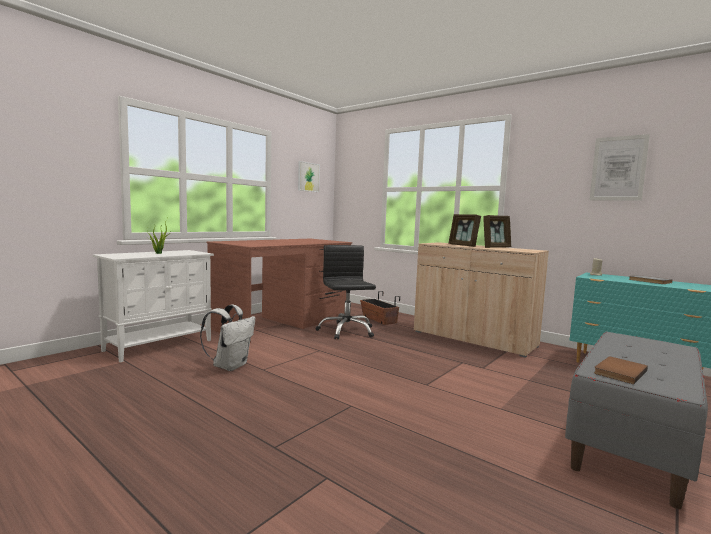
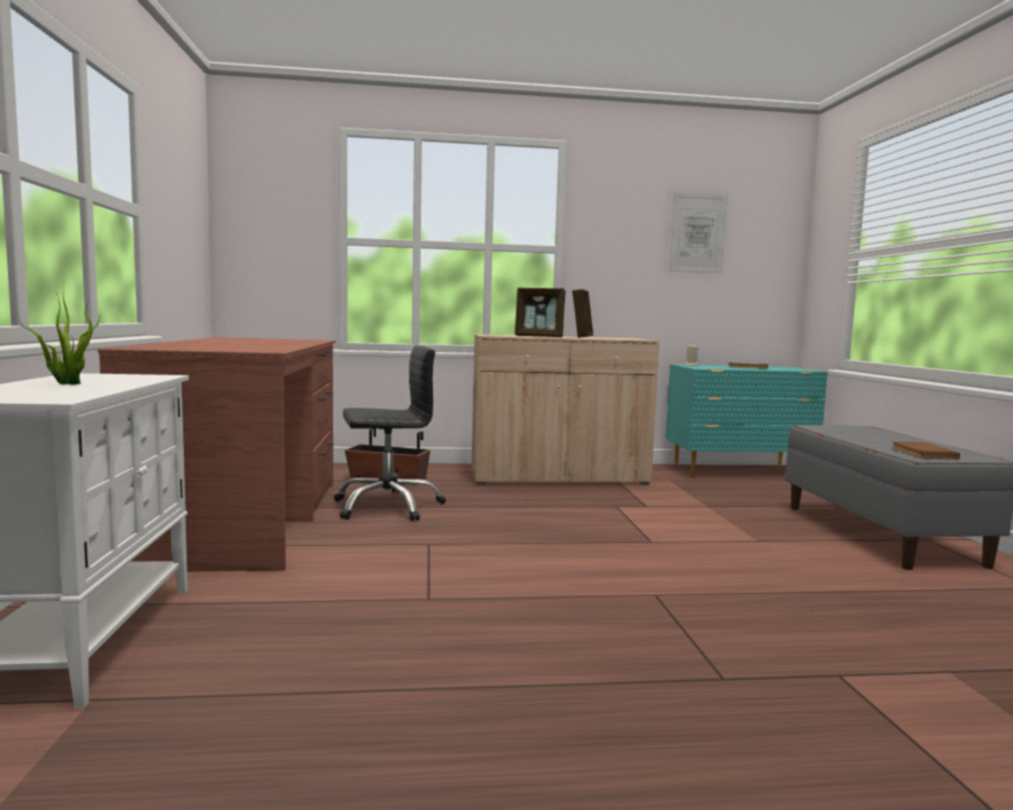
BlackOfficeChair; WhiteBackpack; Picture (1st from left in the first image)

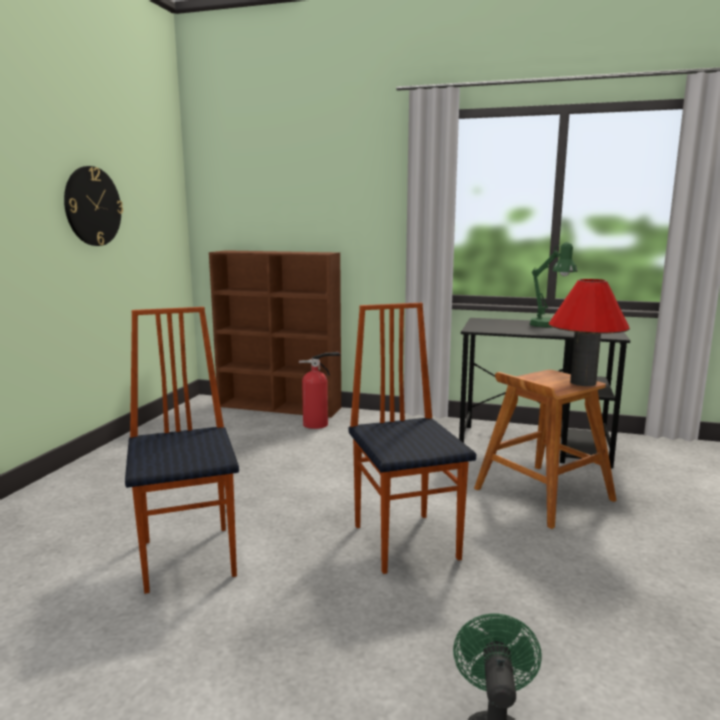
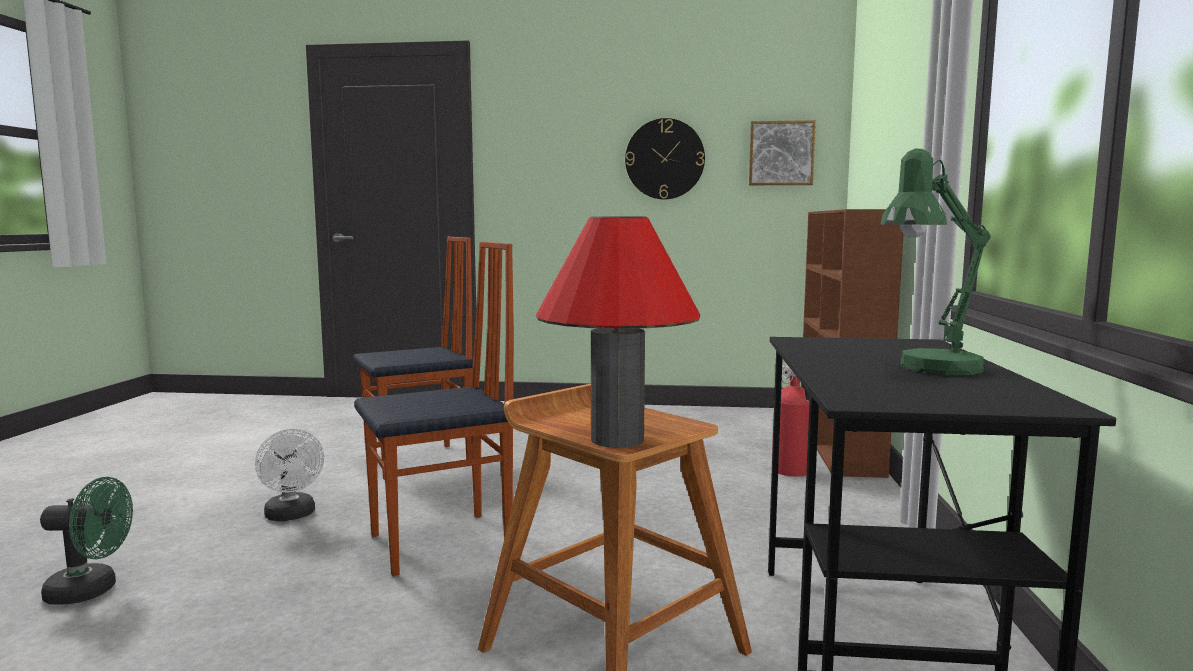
WhiteFan; Picture

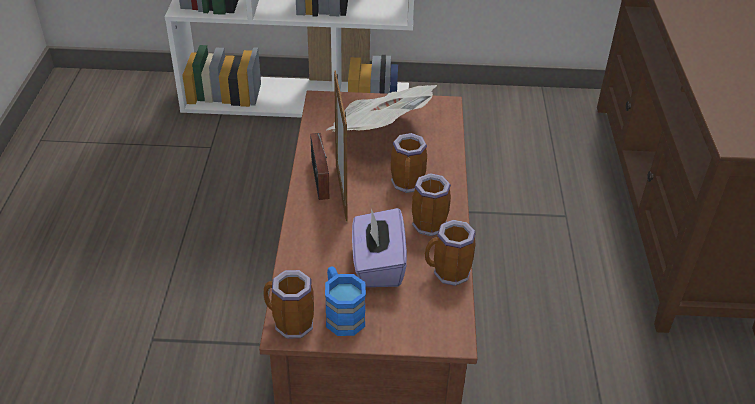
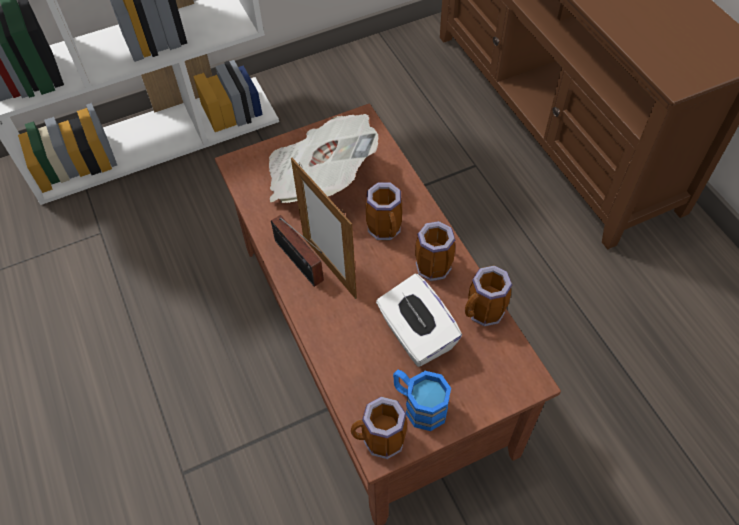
WhiteTissueBox

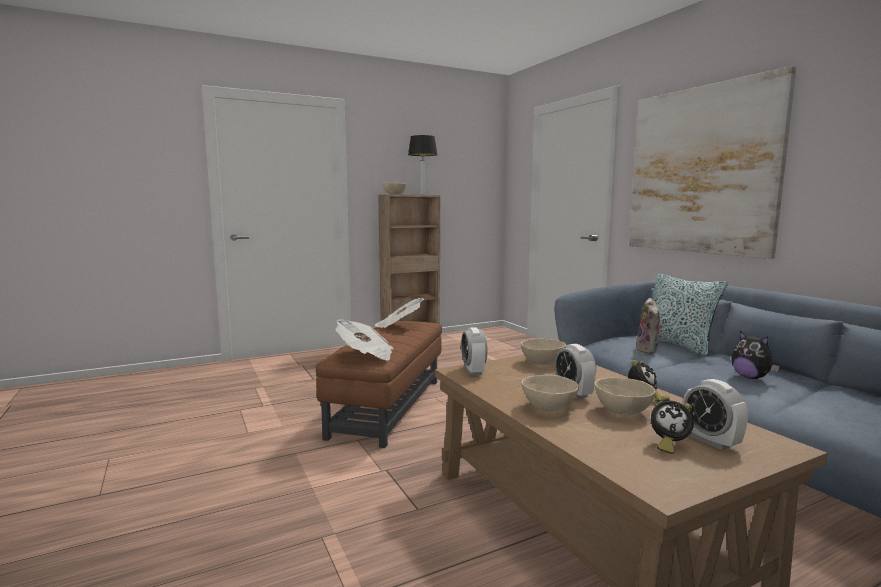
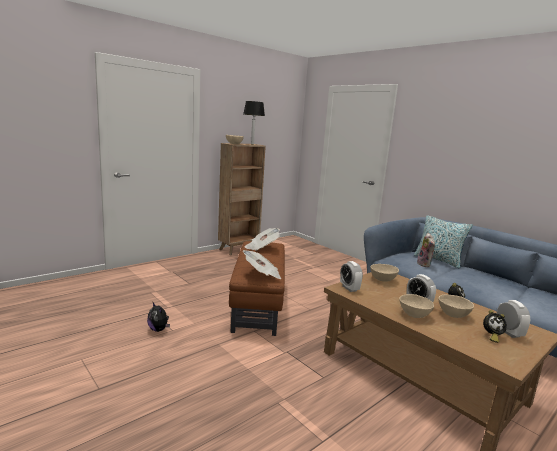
PlushToy (1st from left); AlarmClock (5th from left); Picture

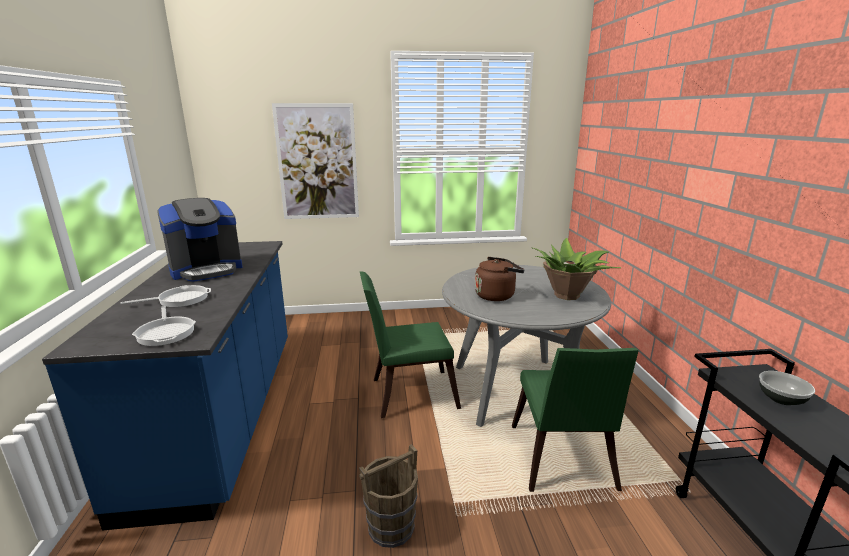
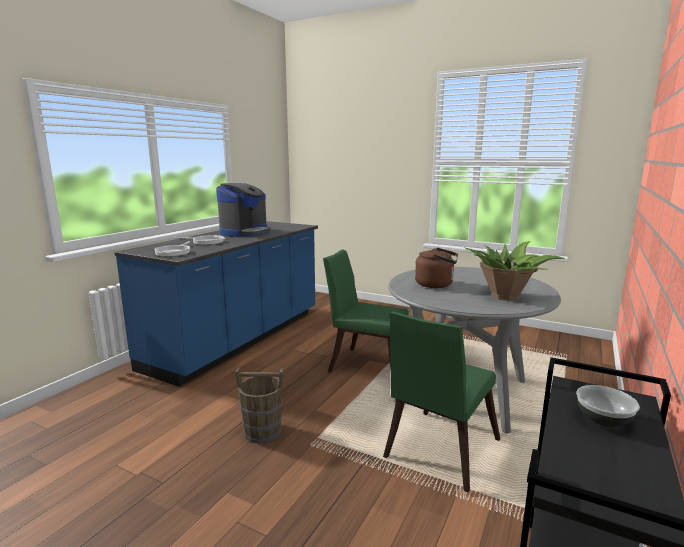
CoffeeMachine; Picture

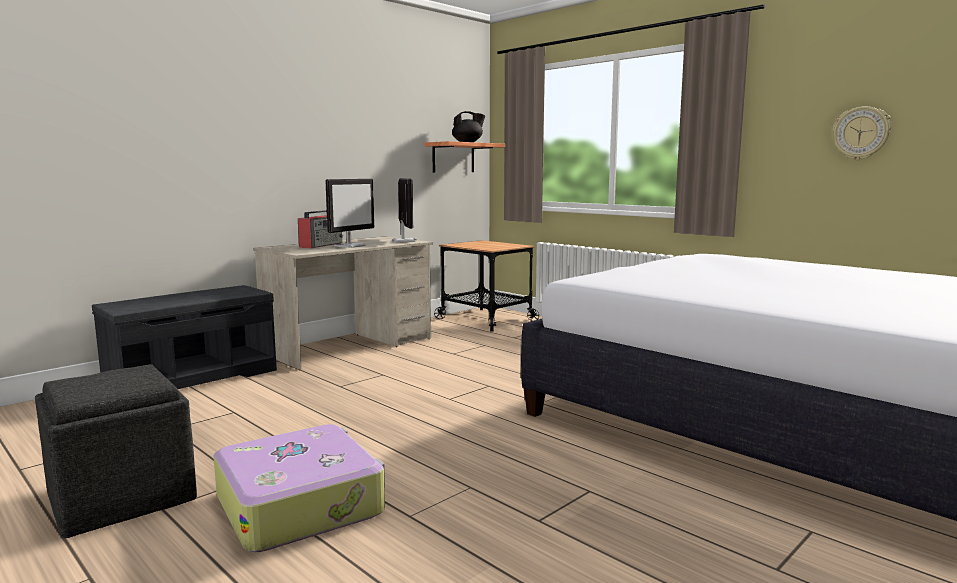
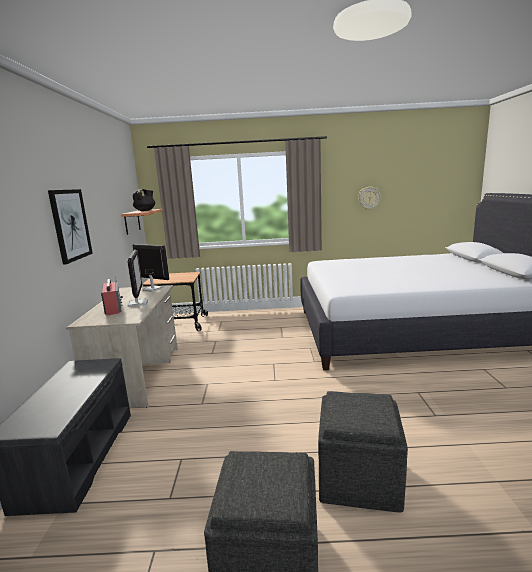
Picture; GreyOttoman (2nd from left)

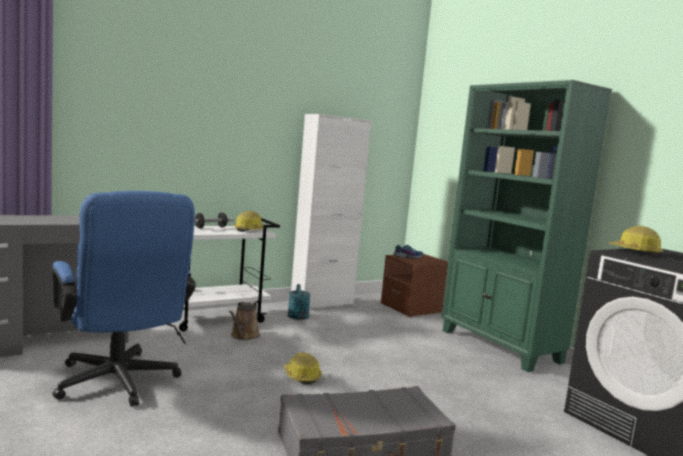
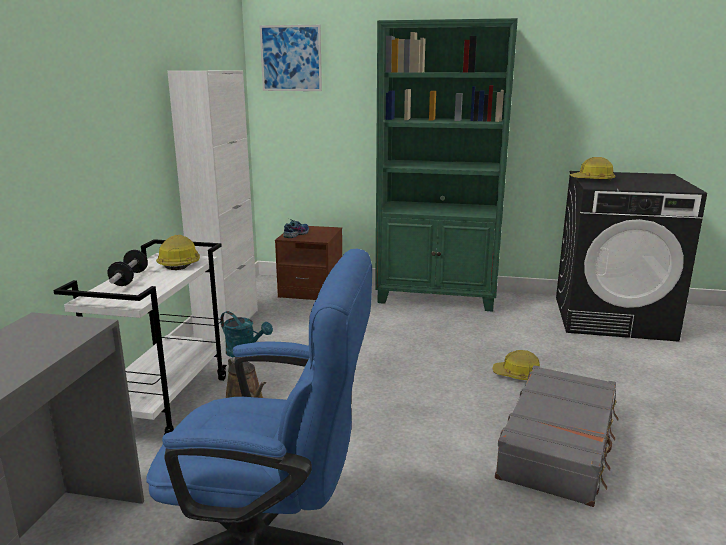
Picture; HardHat (2nd from left)

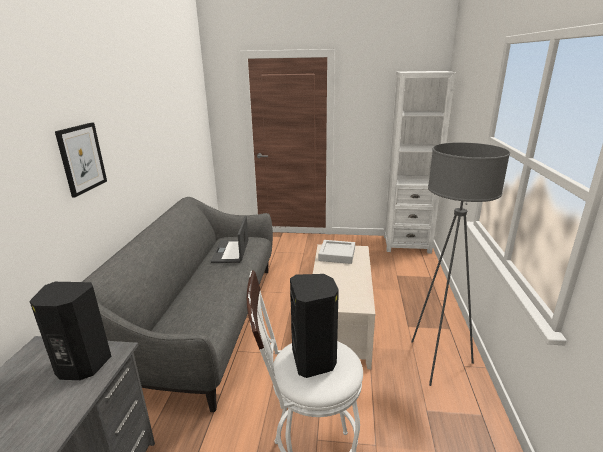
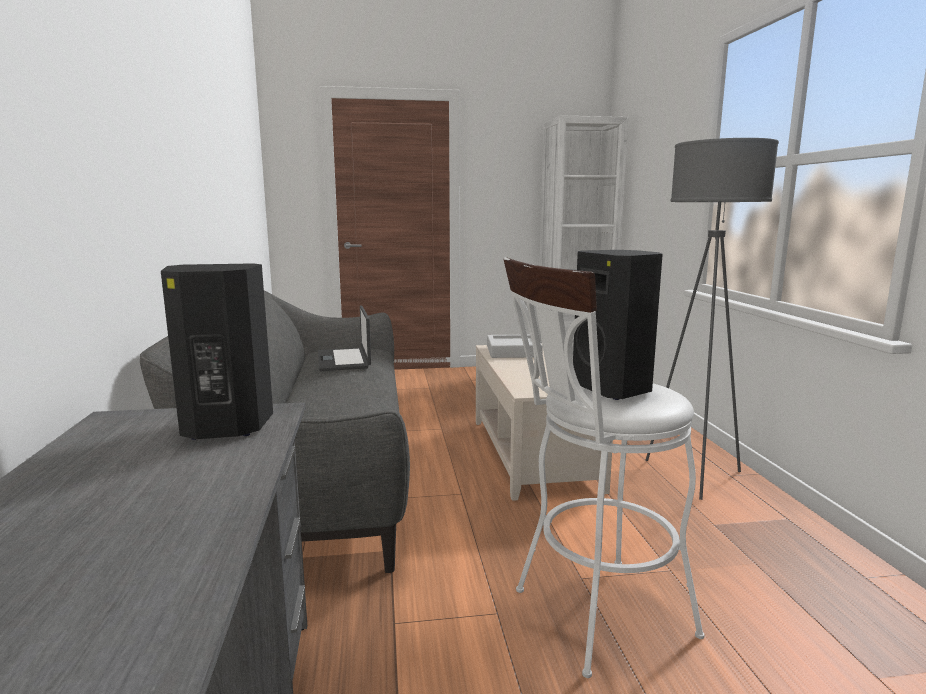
Picture

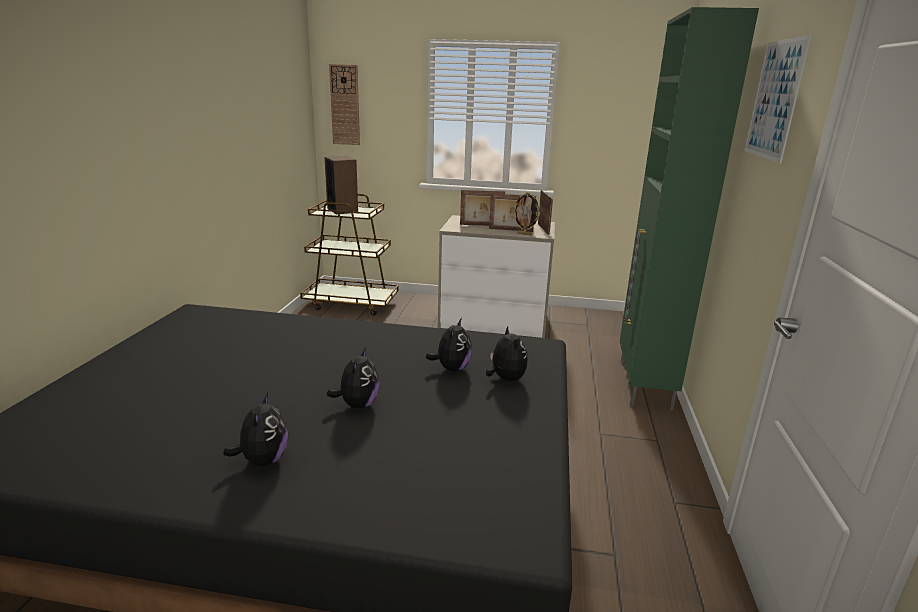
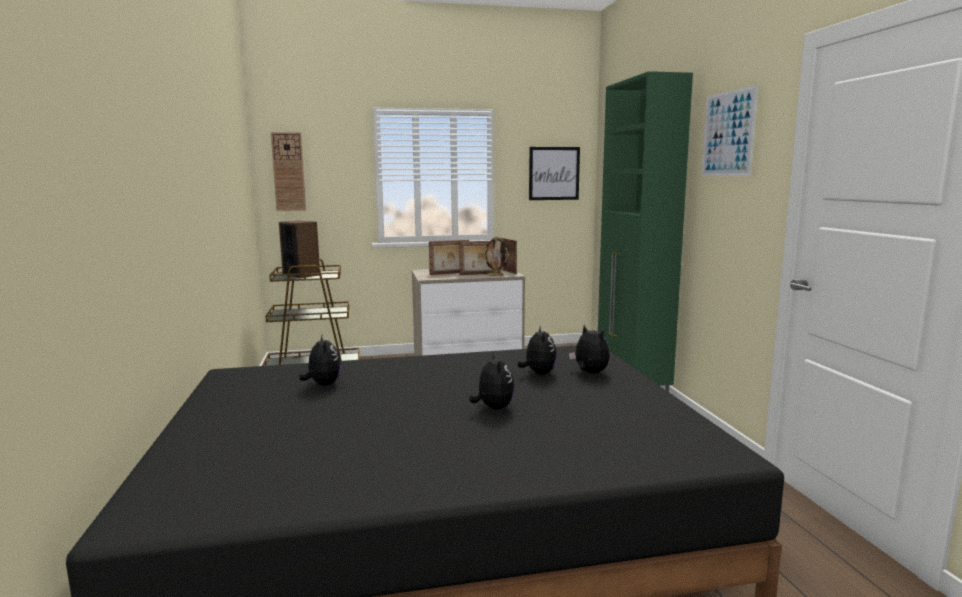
PlushToy (1st from left); Picture (1st from left)

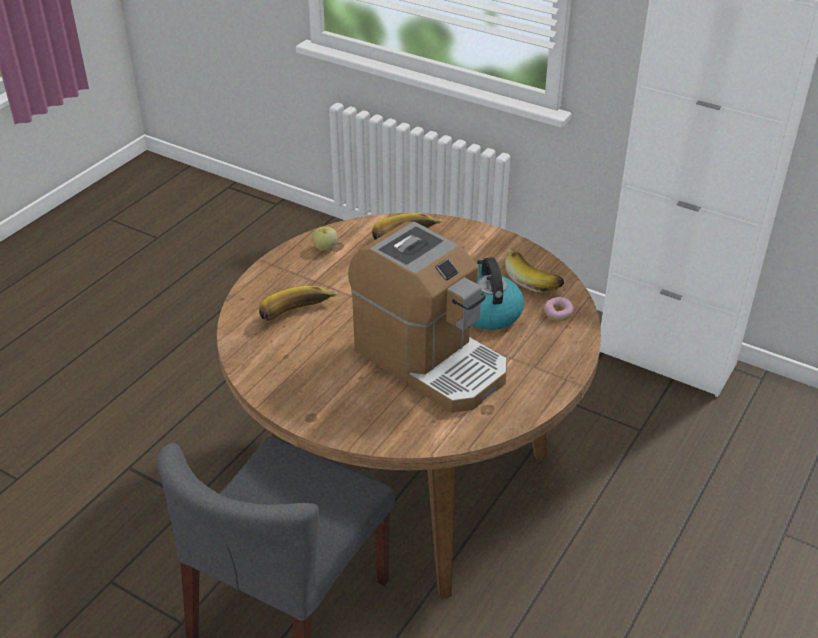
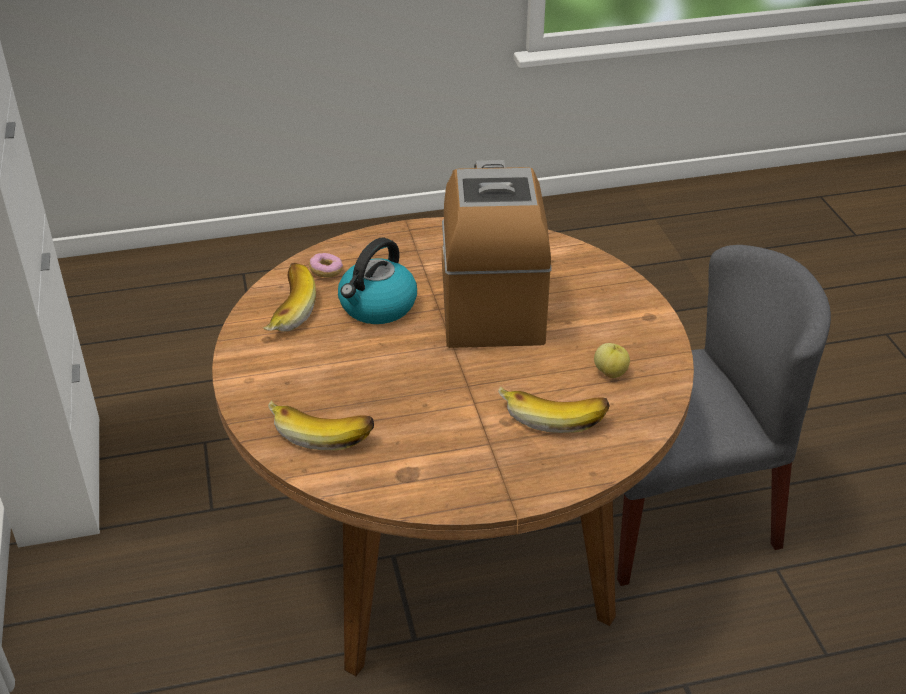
Apple

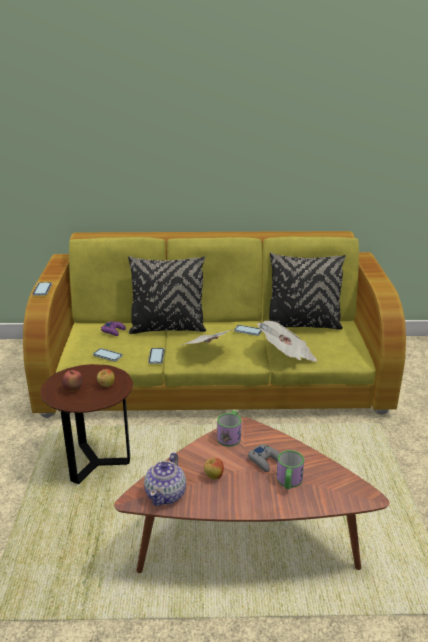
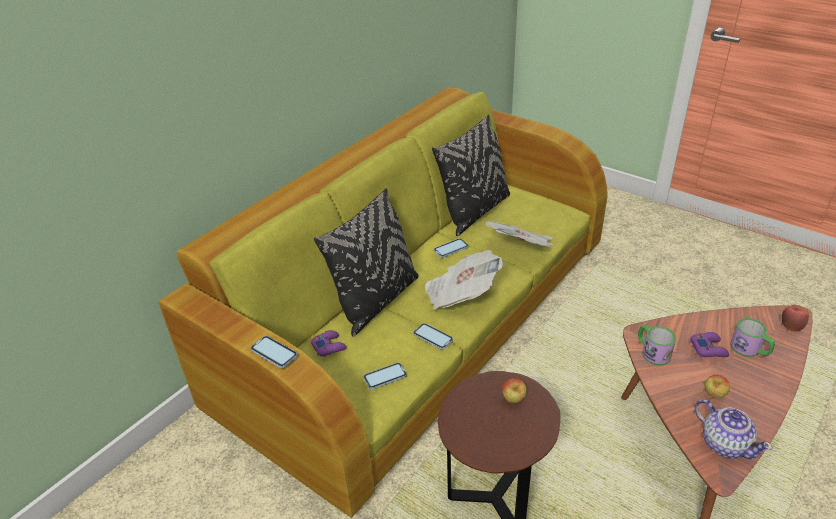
PurpleGameController (2nd from left); Apple (3rd from left)

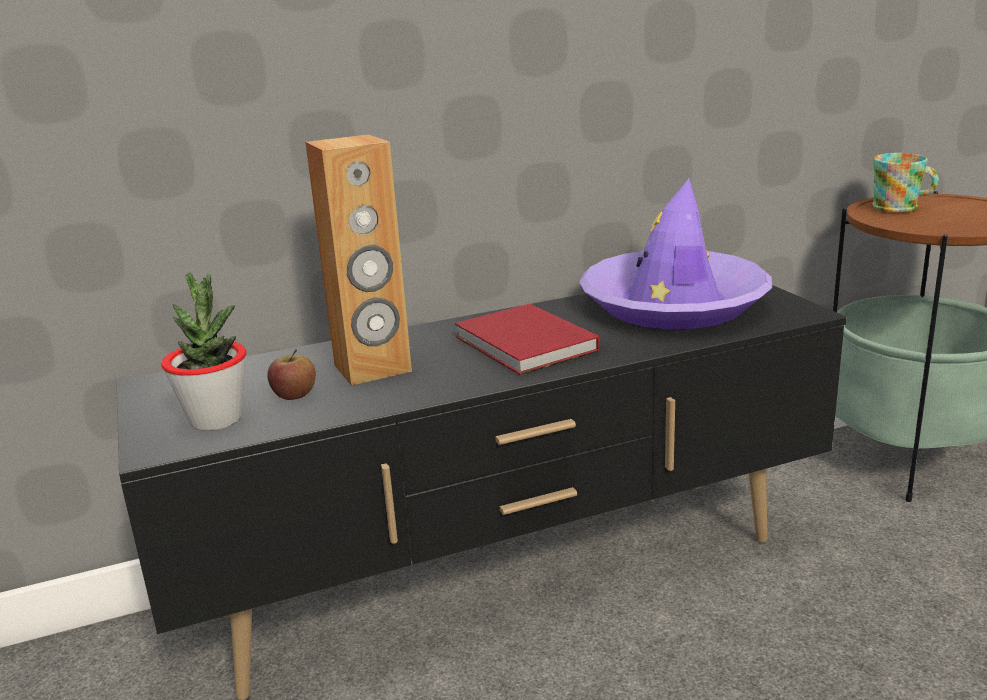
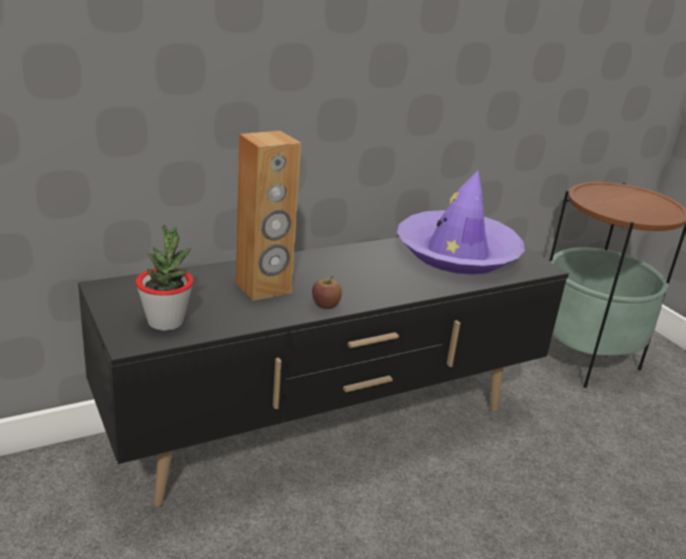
Apple; RedBook; Mug

